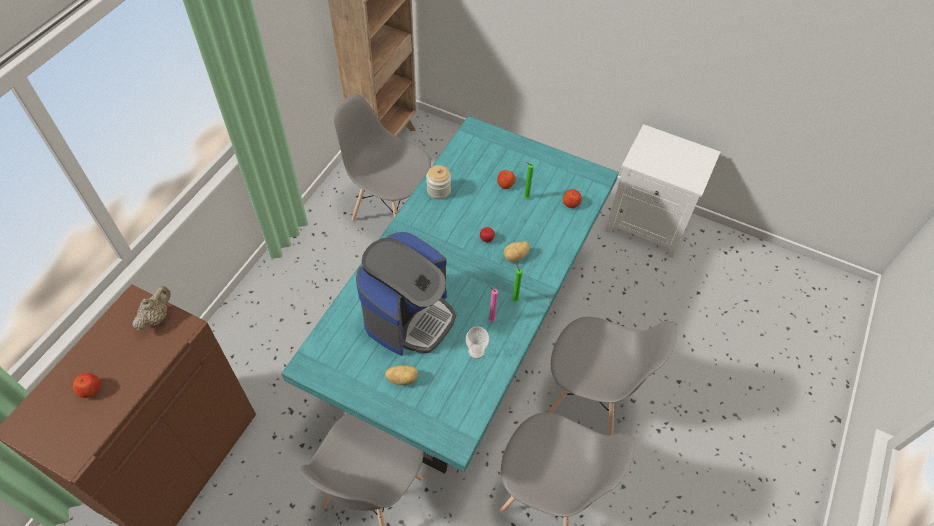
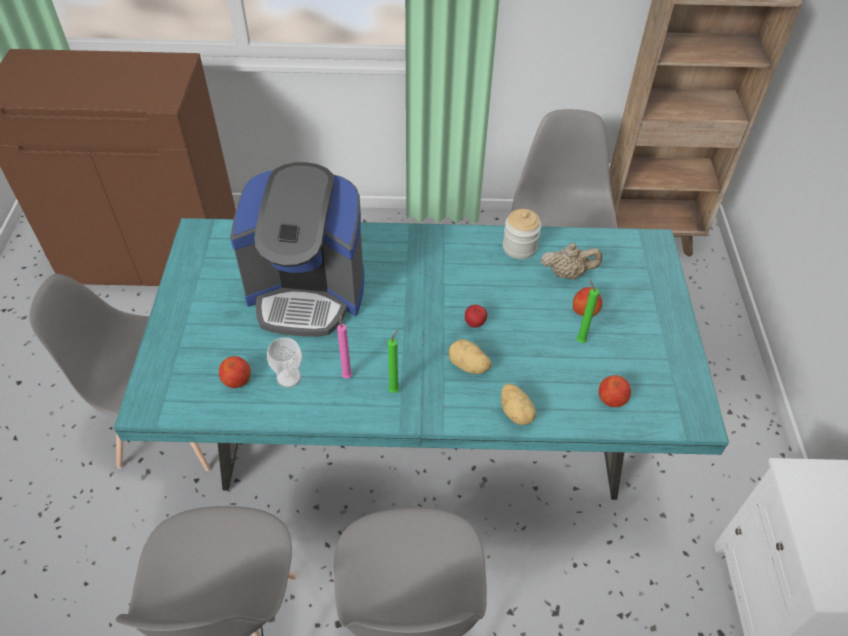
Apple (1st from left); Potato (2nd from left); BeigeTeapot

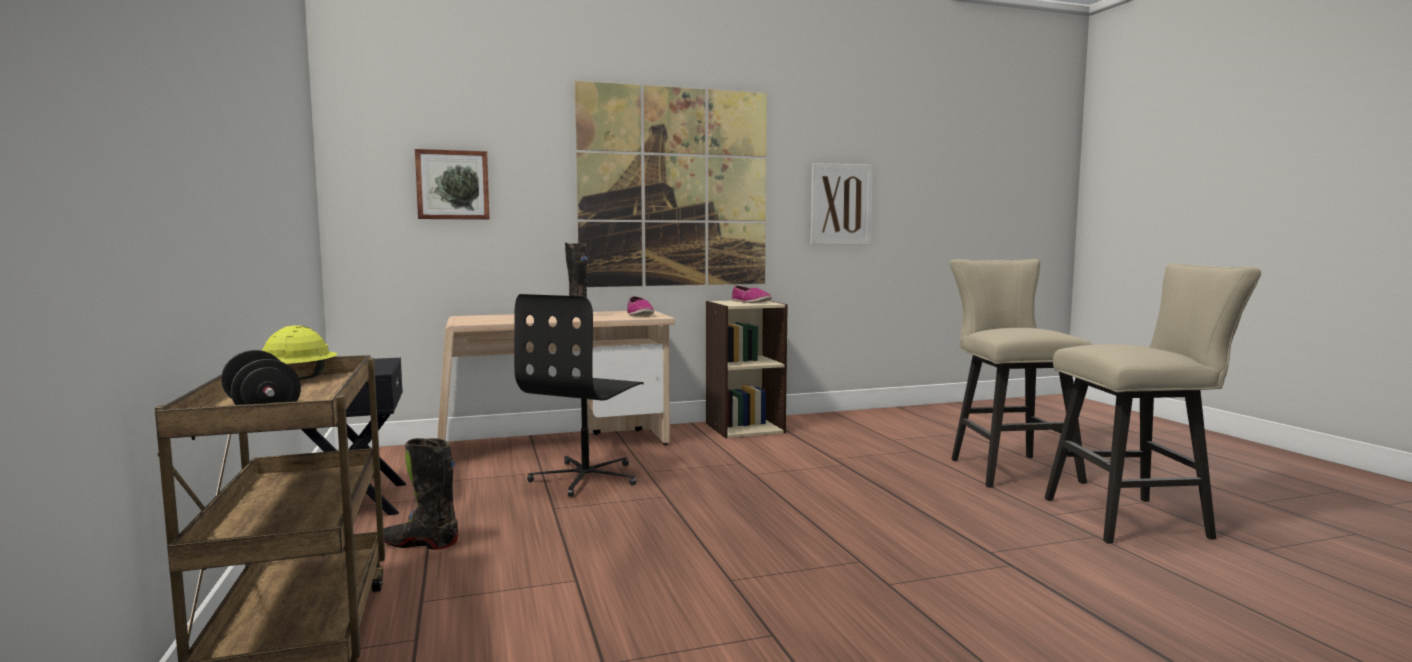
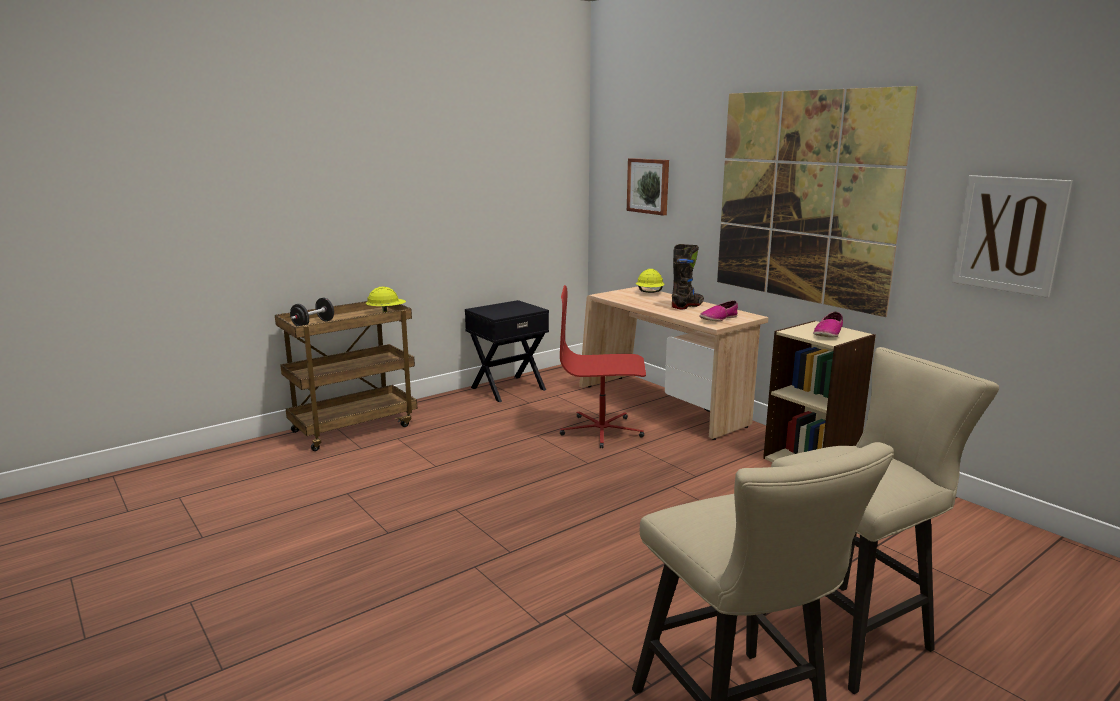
RedOfficeChair; YellowHardHat (2nd from left); BlackBoot (1st from left in the first image)

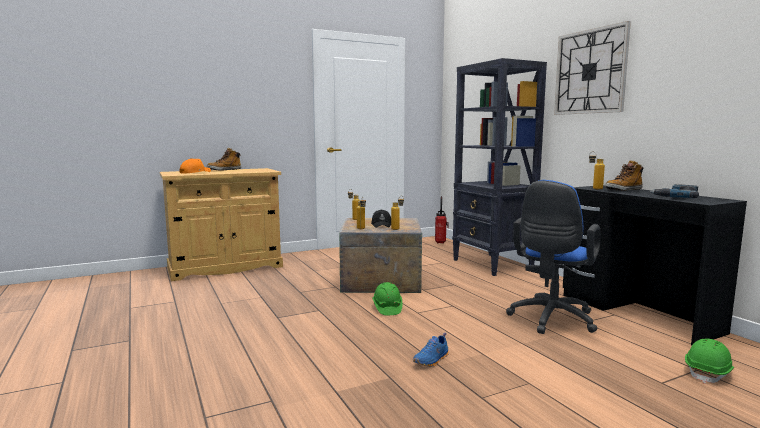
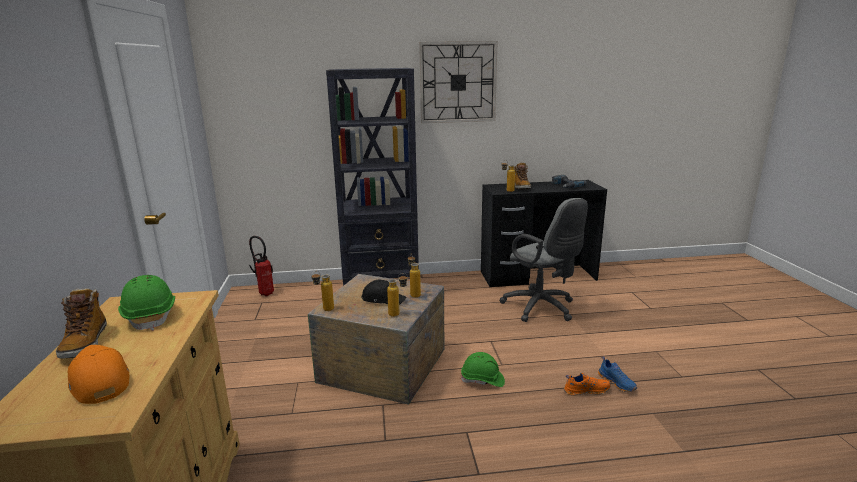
GreenHardHat (1st from left); GreyOfficeChair; OrangeShoe

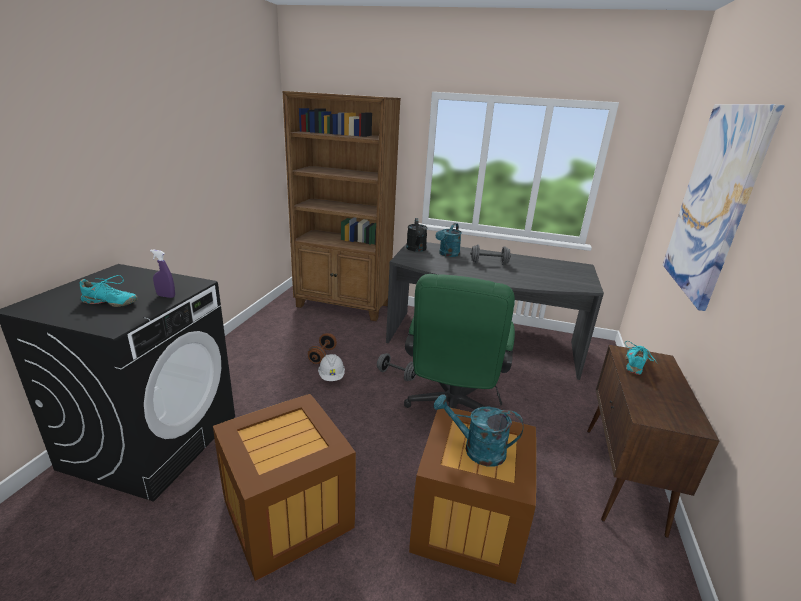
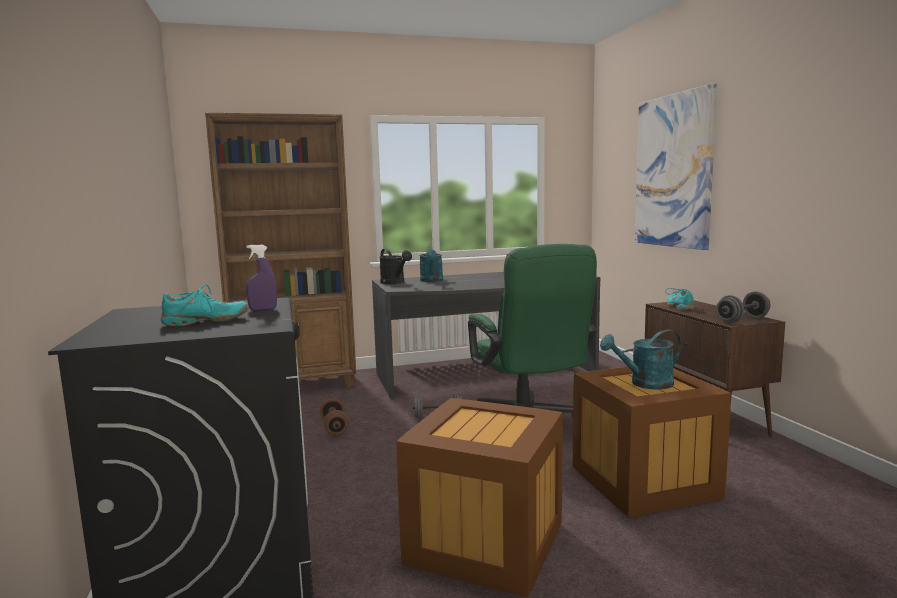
GreyDumbbell (2nd from left); WhiteHardHat

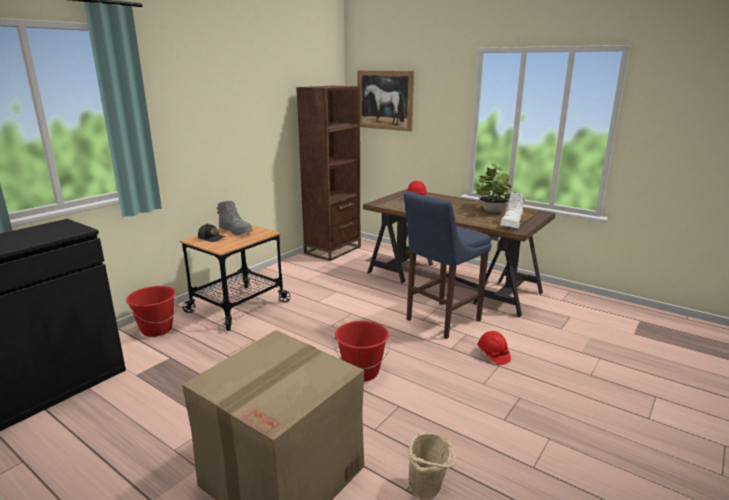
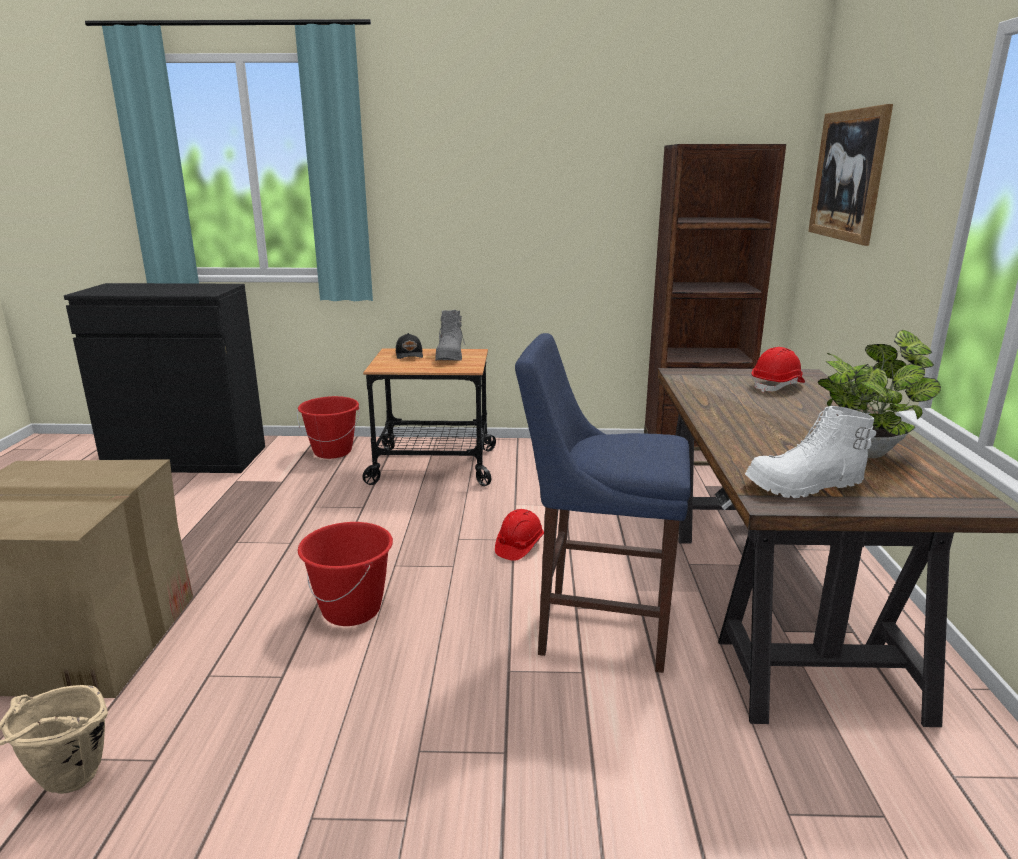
RedHardHat (1st from left)

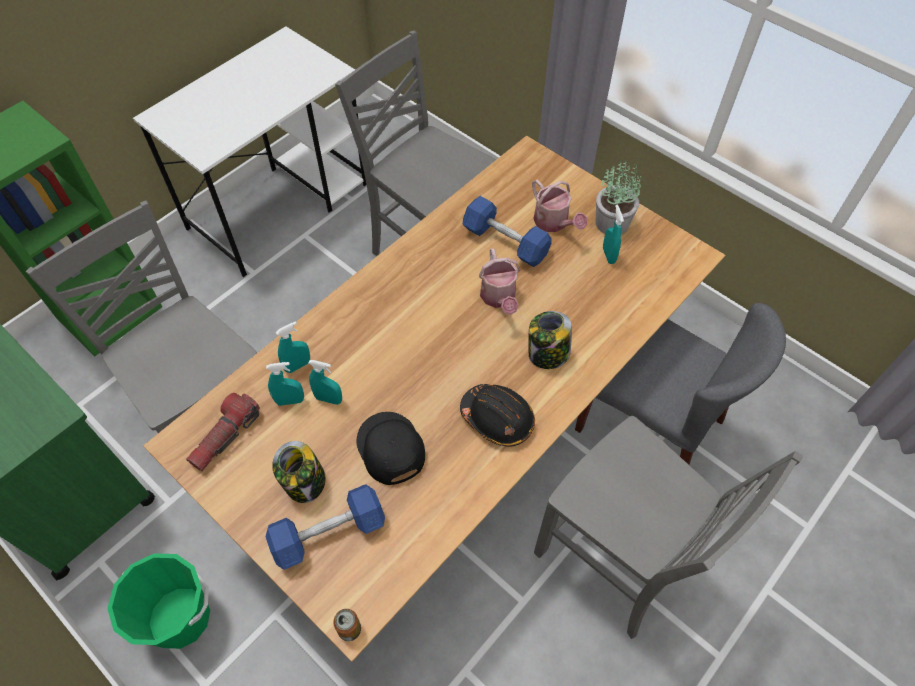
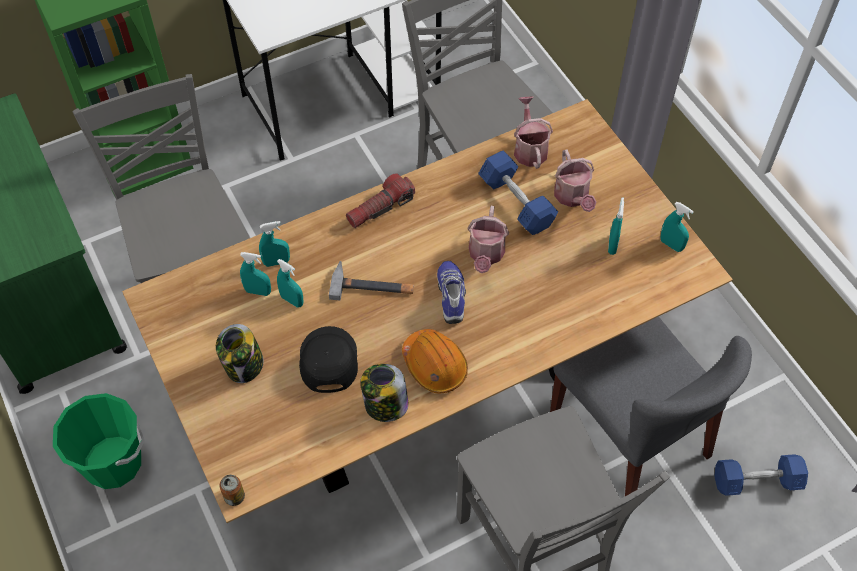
Hammer; Flashlight; Jar (2nd from left); OrangeHardHat; Shoe; WateringCan (2nd from left); TurquoiseSprayBottle (5th from left); BlueDumbbell (2nd from left); PottedPlant

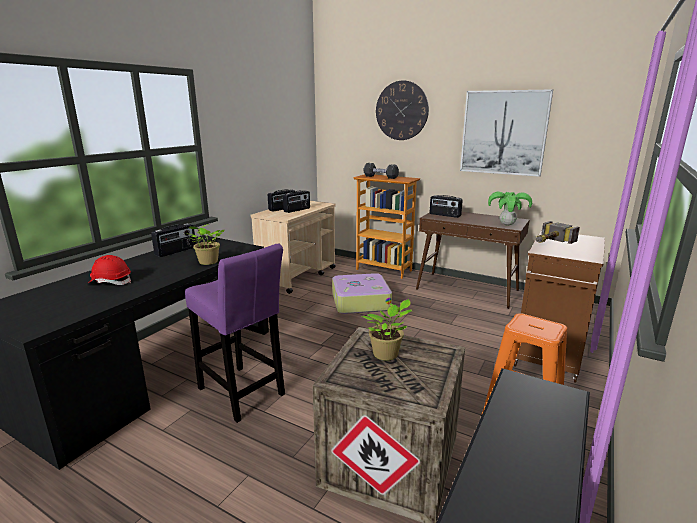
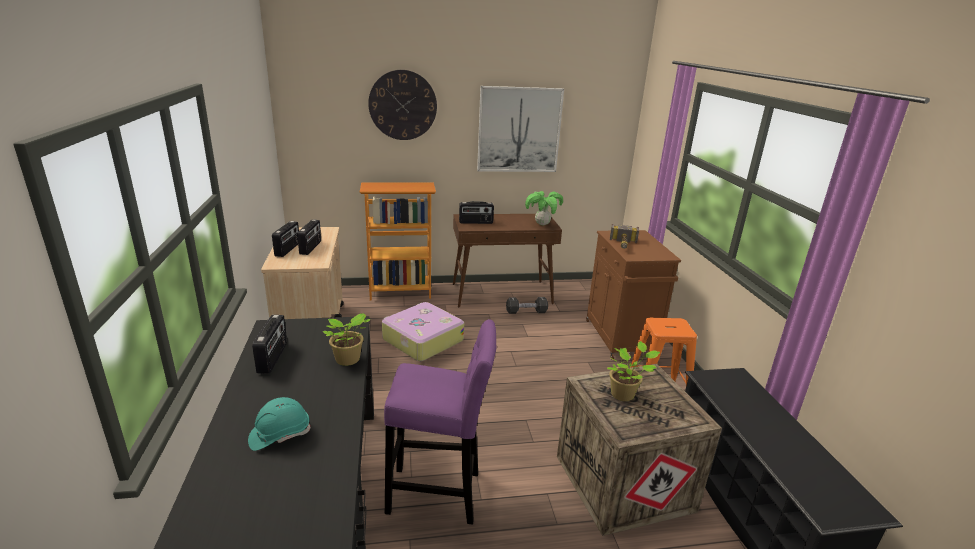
TurquoiseHardHat; BlackDumbbell

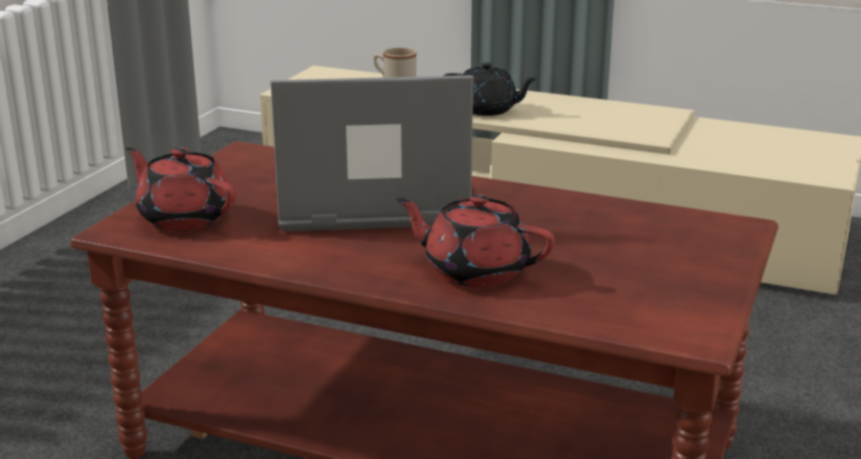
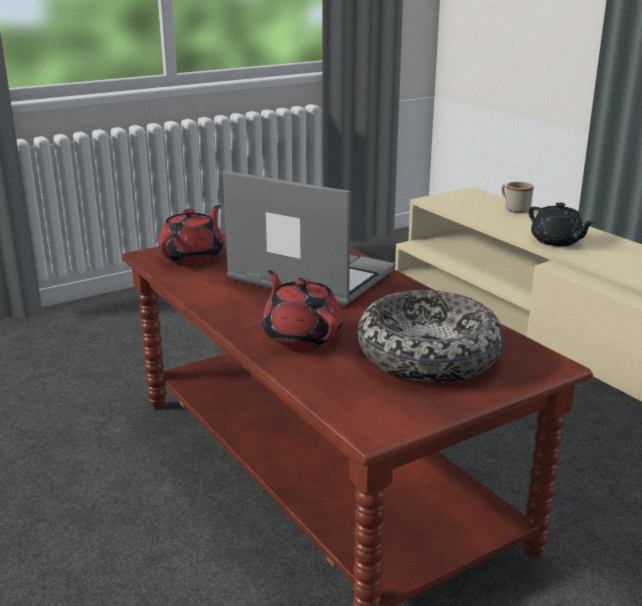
RedTeapot (1st from left); Bowl

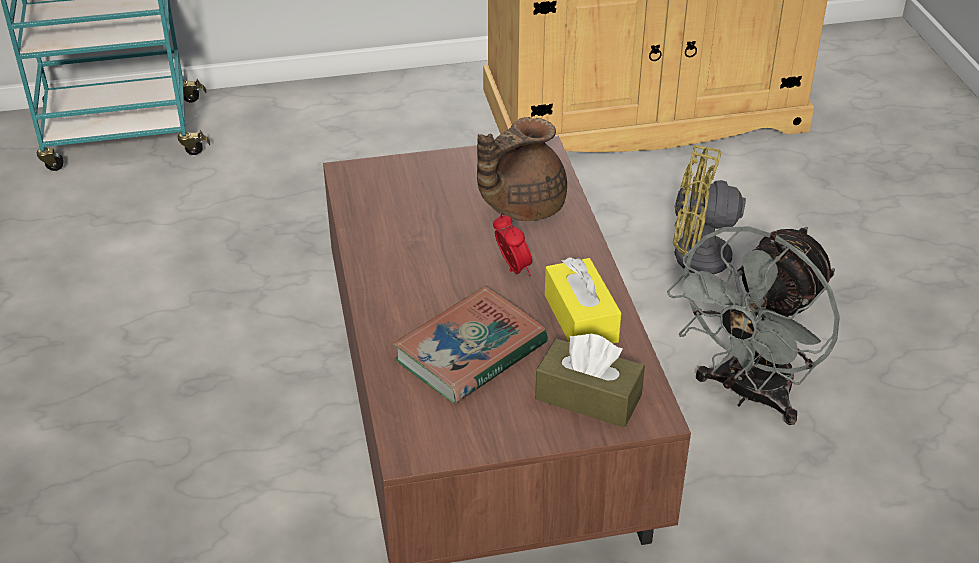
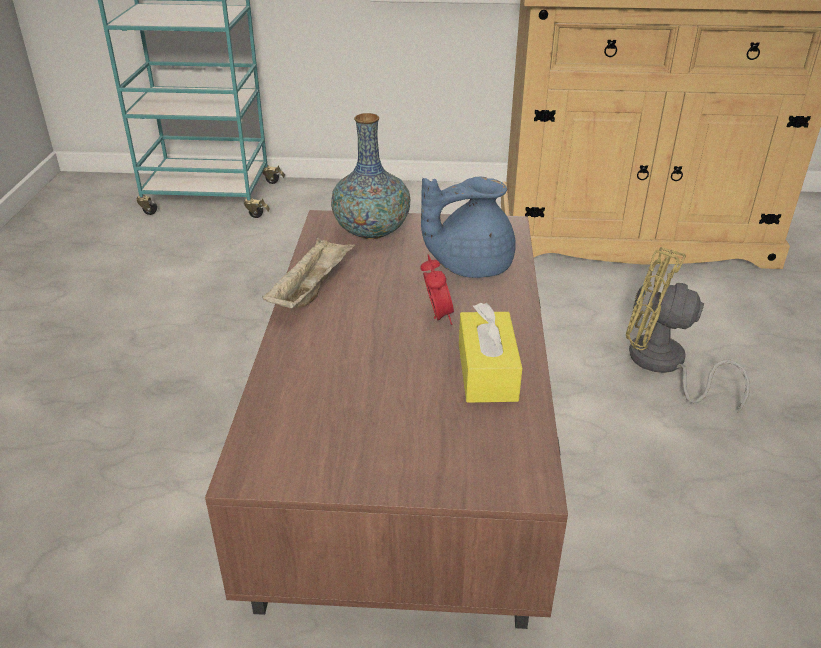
BeigeTray; Vase; BlueTeapot; Book; BrownTissueBox; GreyFan

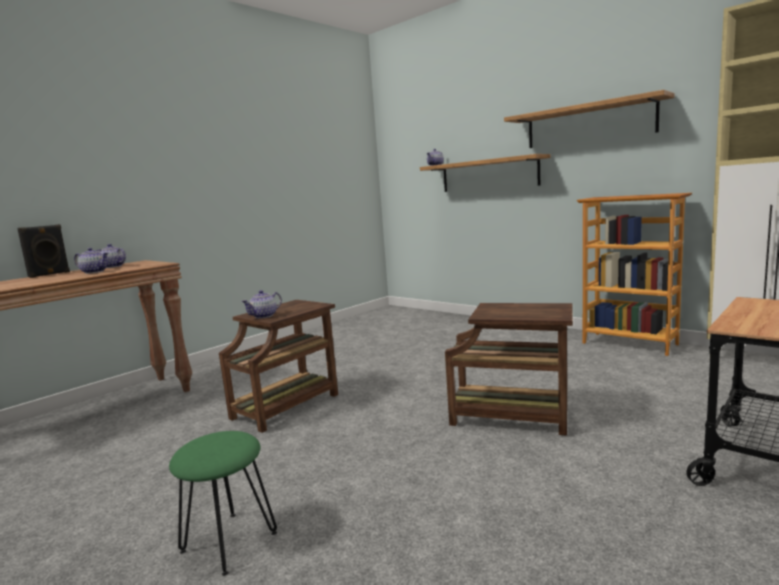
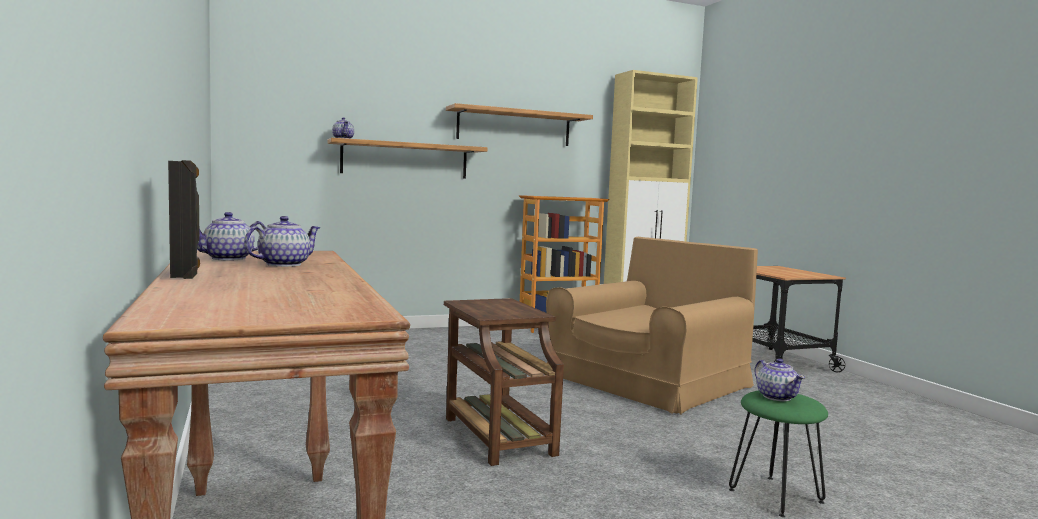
BrownArmchair; Teapot (4th from left)

